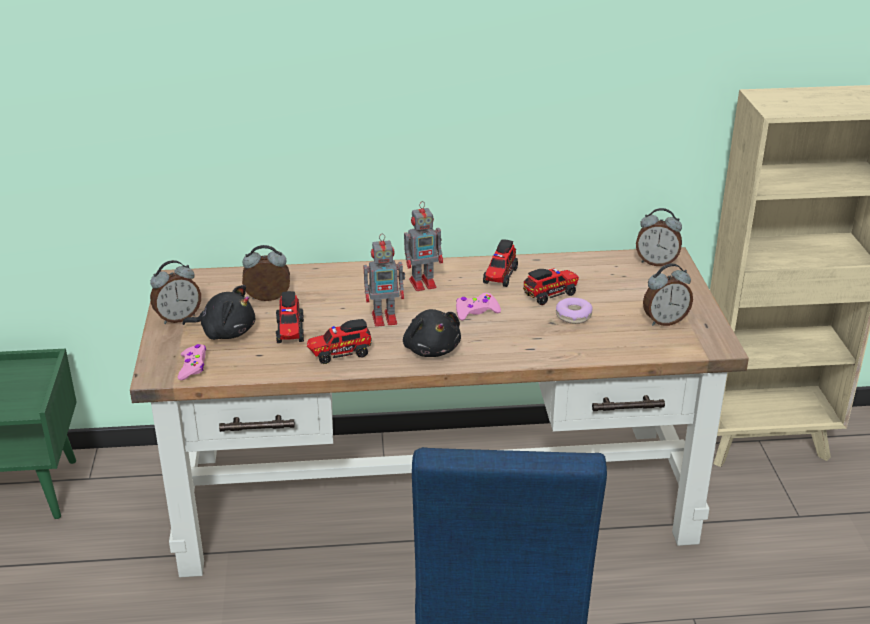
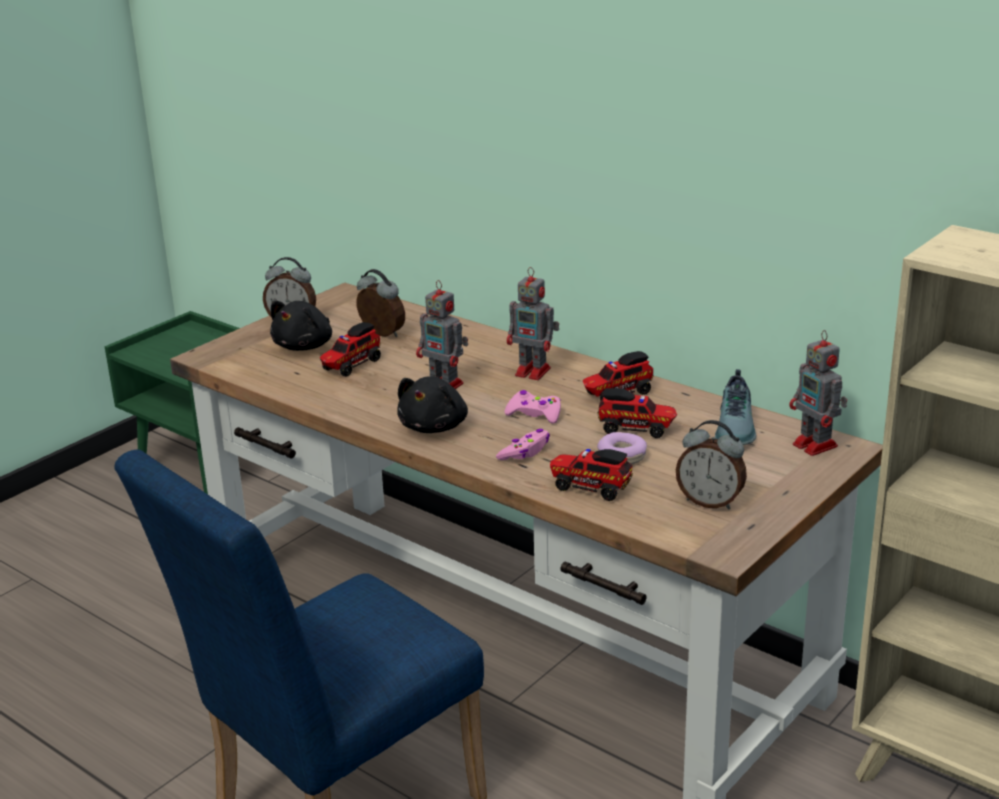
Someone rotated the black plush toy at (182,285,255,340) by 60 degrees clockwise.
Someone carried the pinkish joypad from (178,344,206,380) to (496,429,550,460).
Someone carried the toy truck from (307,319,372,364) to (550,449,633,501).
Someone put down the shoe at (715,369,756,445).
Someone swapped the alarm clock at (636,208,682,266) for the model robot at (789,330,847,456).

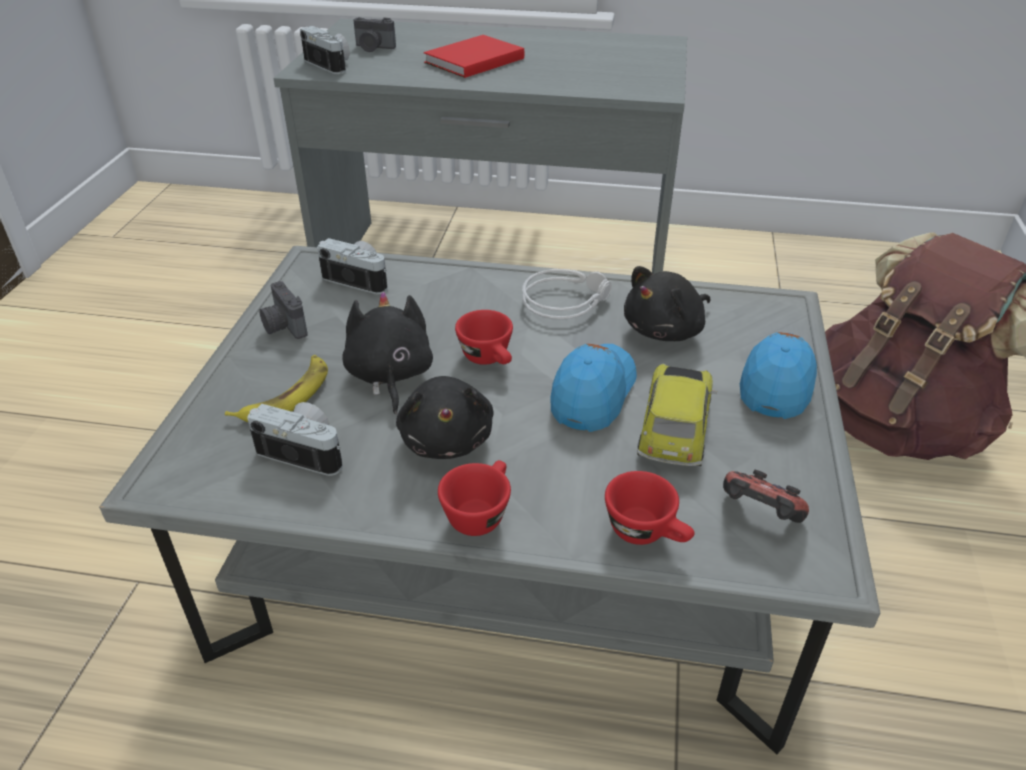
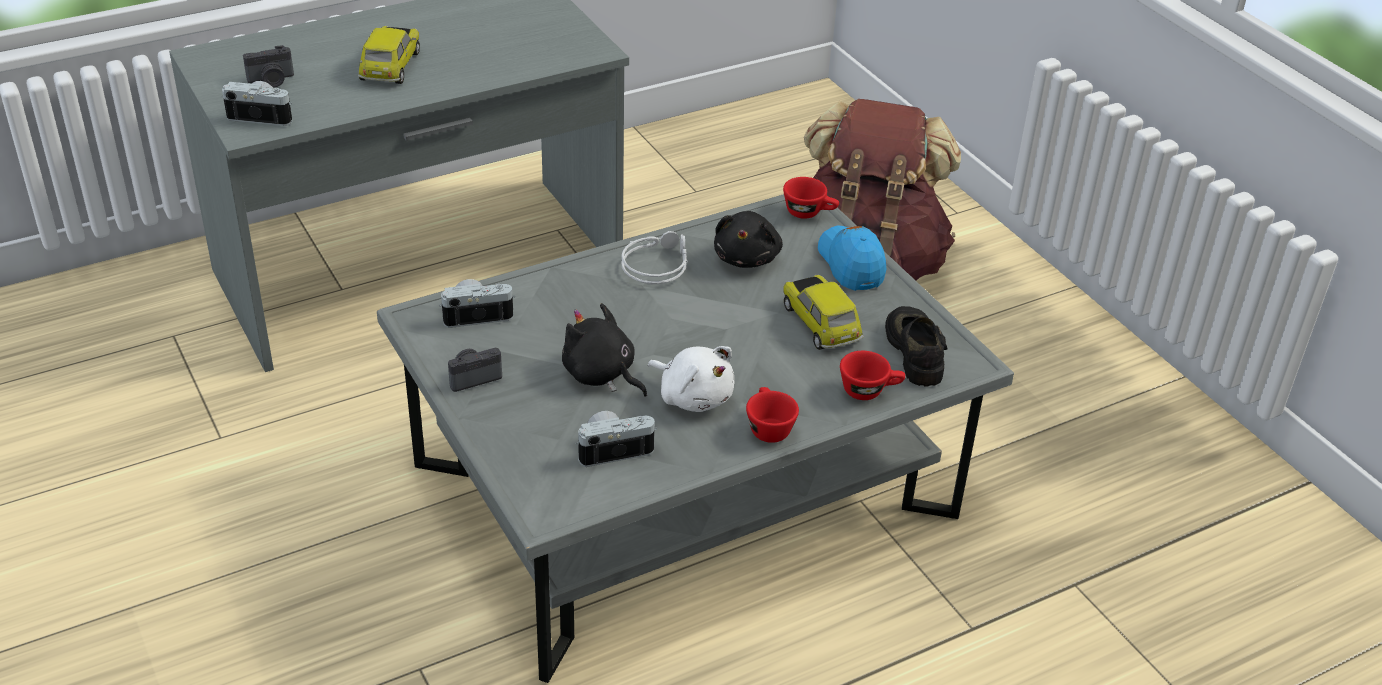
Someone swapped the red book at (424,35,524,78) for the miniature car at (358,26,420,84).
Someone rotated the still camera at (259,281,308,339) by 135 degrees clockwise.
Someone repainted the black plush toy at (396,376,494,459), which became the white plush toy at (648,346,735,412).
Someone carried the red cup from (455,310,513,365) to (783,177,839,219).
Someone swapped the joypad at (723,470,809,523) for the black shoe at (885,306,947,387).
Someone took away the banana at (225,355,328,422).
Someone took away the blue baseball cap at (550,344,637,432).

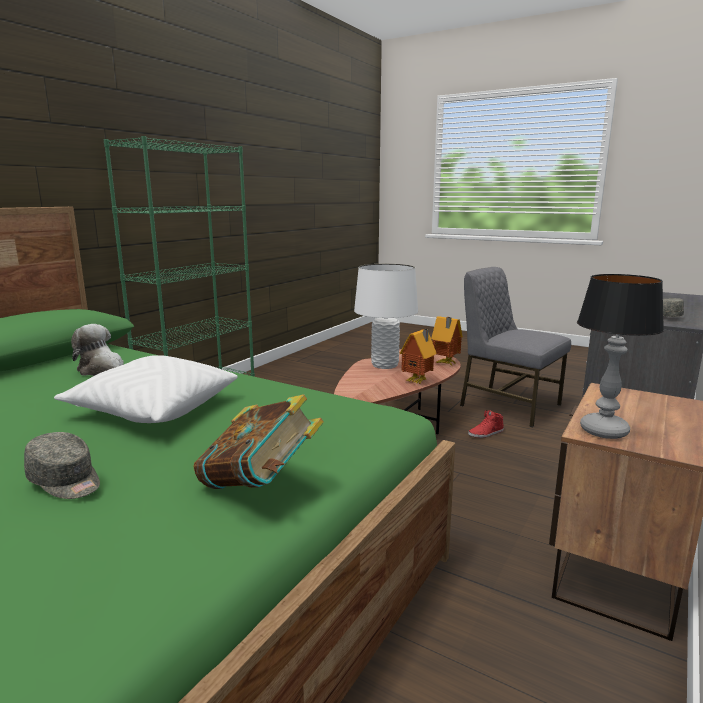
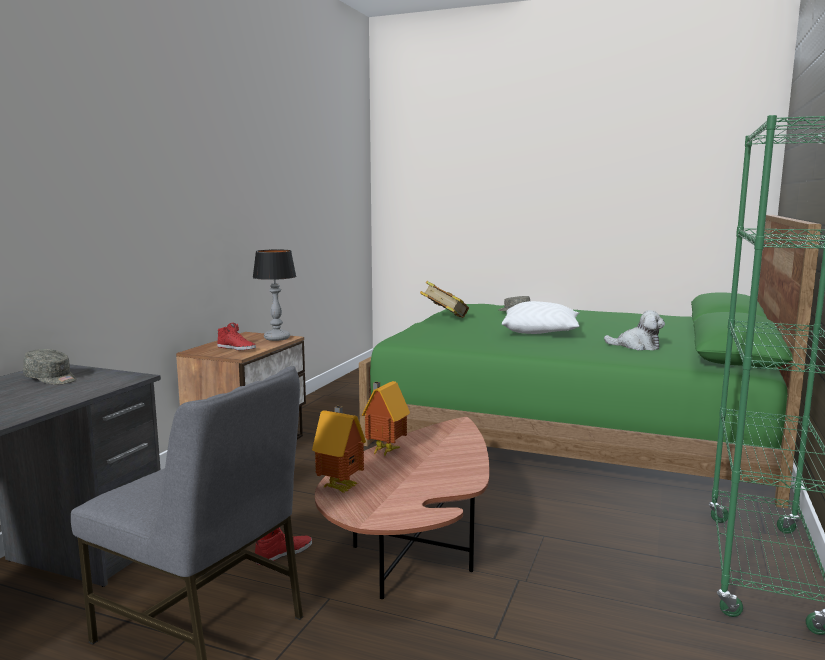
Someone put down the red shoe at (217,323,256,350).
Someone took away the white table lamp at (354,264,418,369).

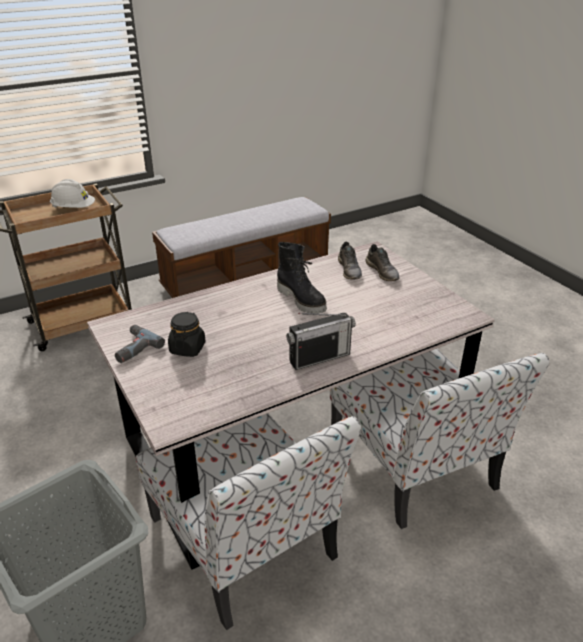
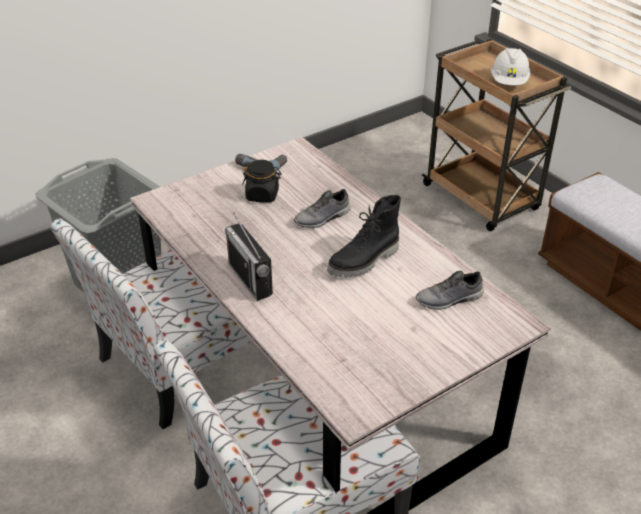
Someone carried the greyish shoe from (366,244,400,281) to (294,189,351,228).

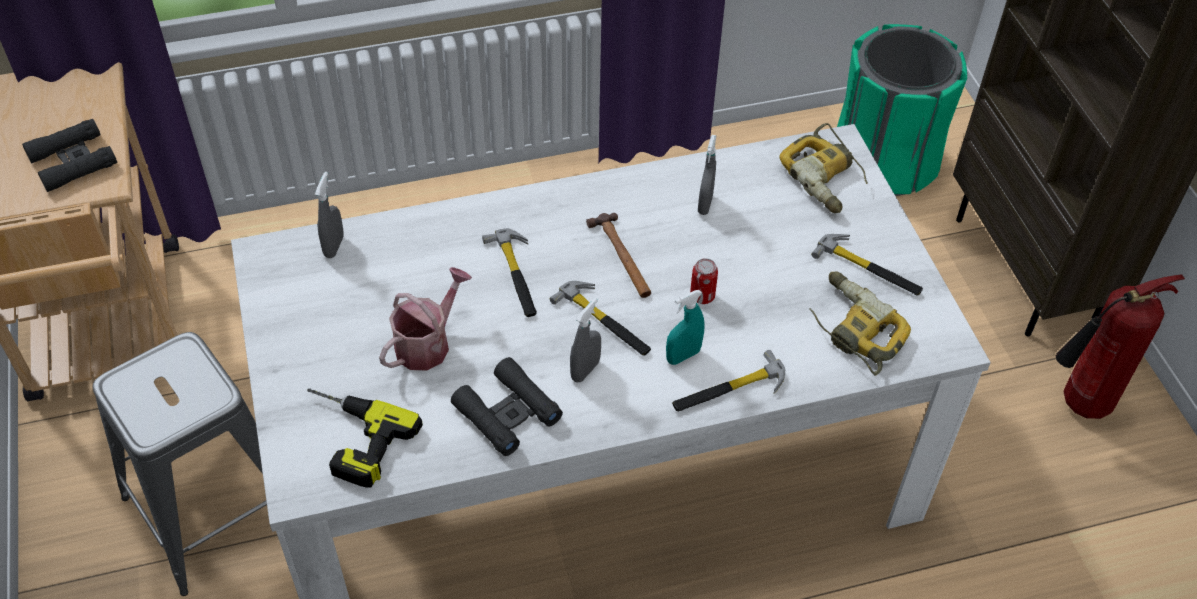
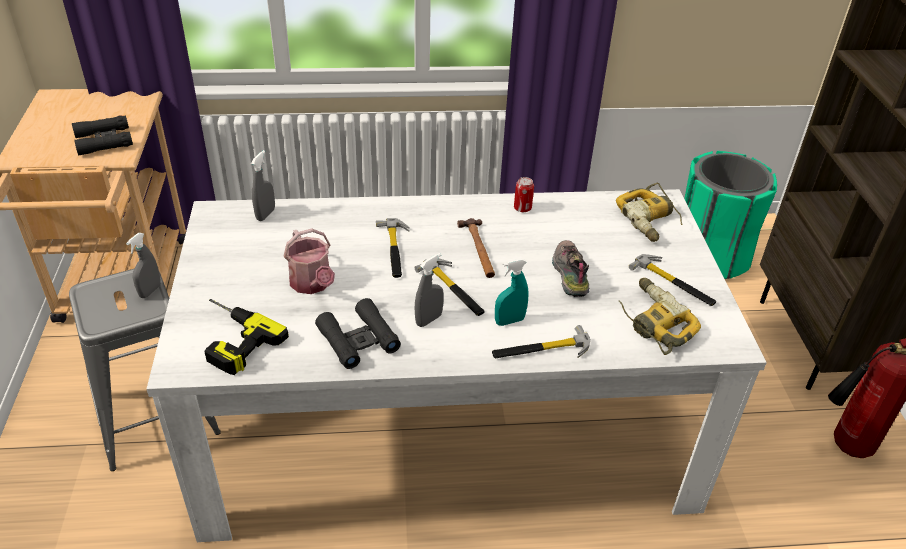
Someone carried the greyish spray bottle from (698,135,717,215) to (126,233,161,298).
Someone rotated the watering pot at (379,267,472,371) by 105 degrees clockwise.
Someone carried the sealed can from (690,258,718,304) to (514,177,534,212).
Someone put down the shoe at (552,240,589,297).

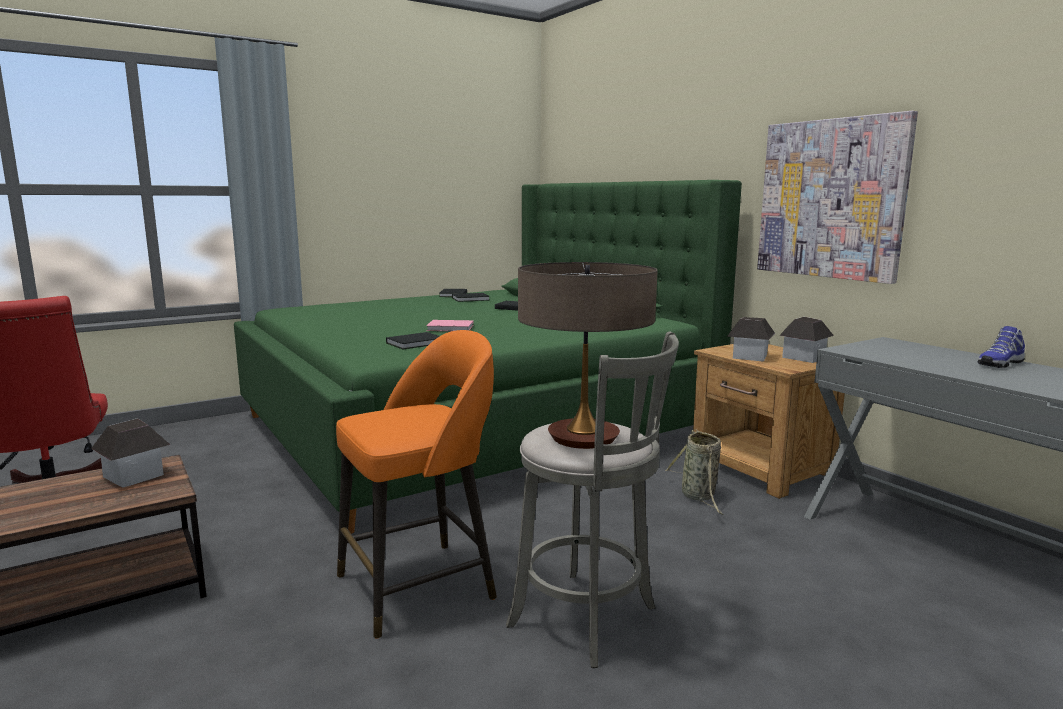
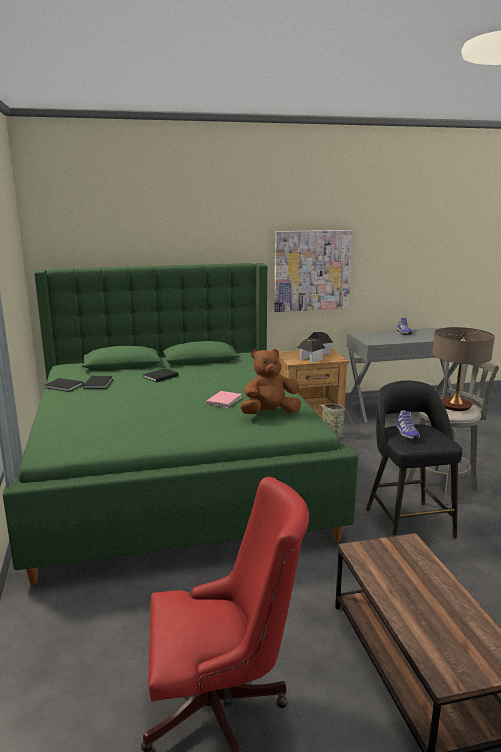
Someone swapped the black book at (386,332,439,349) for the brownish plush toy at (240,349,301,414).
Someone repainted the orange-coloured sitting stool at (336,330,497,639), which became the black sitting stool at (366,380,462,539).
Someone put down the shoe at (396,410,420,440).
Someone took away the miniature house at (91,418,170,488).

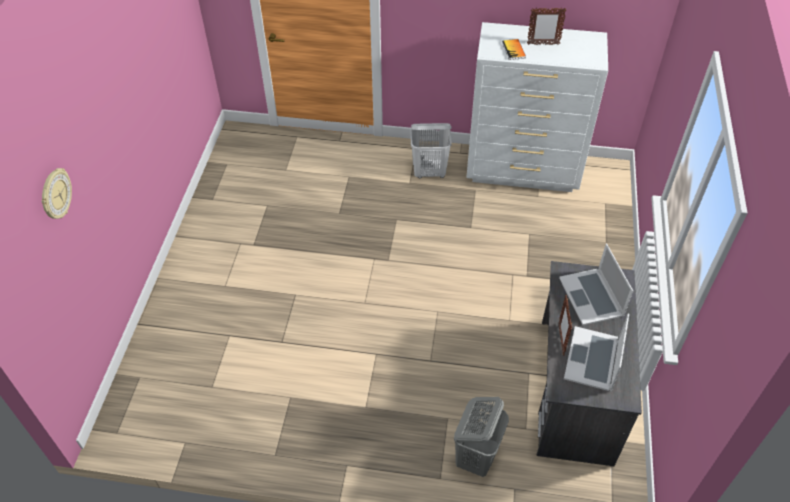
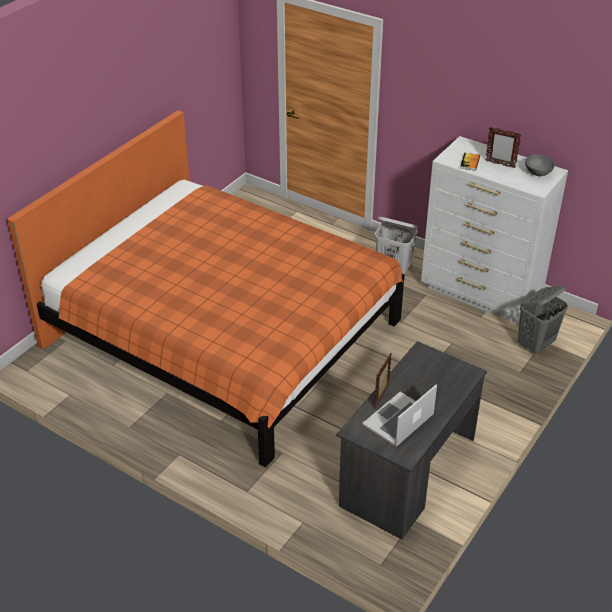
Someone put down the orange-coloured sleeping bed at (7,110,404,467).
Someone carried the greyish laundry basket from (454,397,509,477) to (518,286,568,354).
Someone put down the greyish serving bowl at (525,155,555,176).
Someone took away the hanging clock at (41,168,72,219).
Someone took away the laptop at (559,243,633,325).

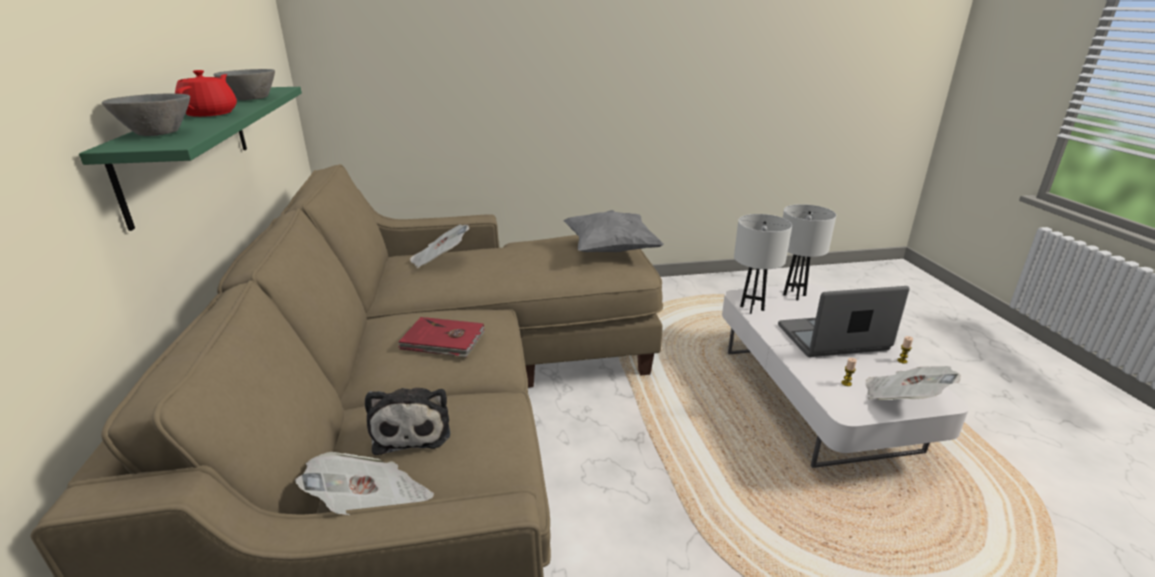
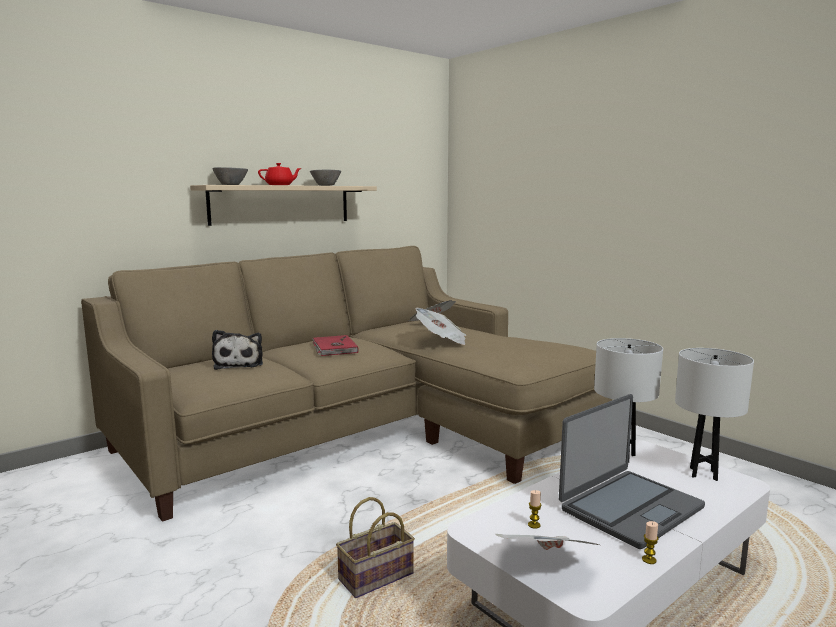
Someone repainted the greenish wall shelf at (79,87,302,231), which became the sand-coloured wall shelf at (190,185,377,226).
Someone rotated the plush toy at (365,388,450,455) by 60 degrees counterclockwise.
Someone put down the storage basket at (336,497,415,598).
Someone carried the daily paper from (295,452,434,515) to (415,308,466,345).
Someone rotated the laptop at (778,286,910,357) by 90 degrees clockwise.
Someone took away the greyish cushion at (563,210,664,252).

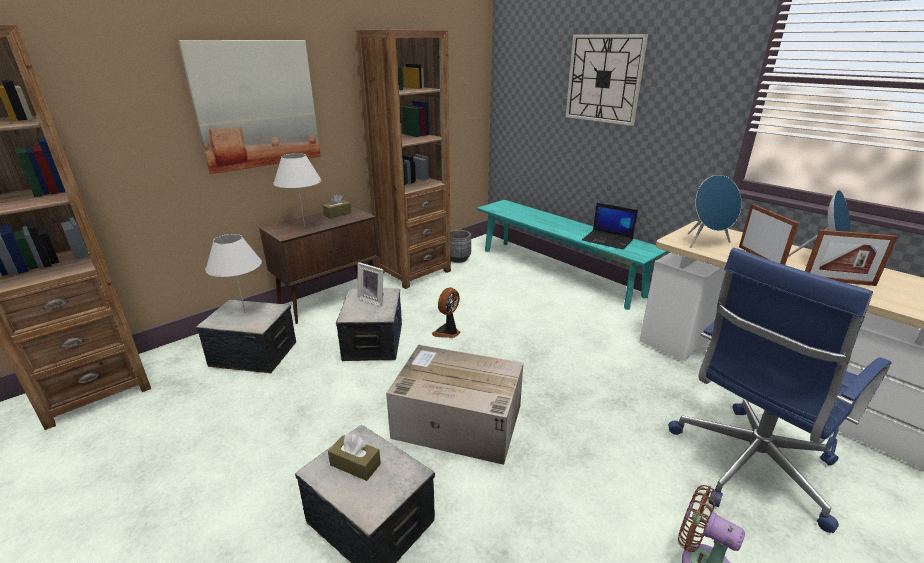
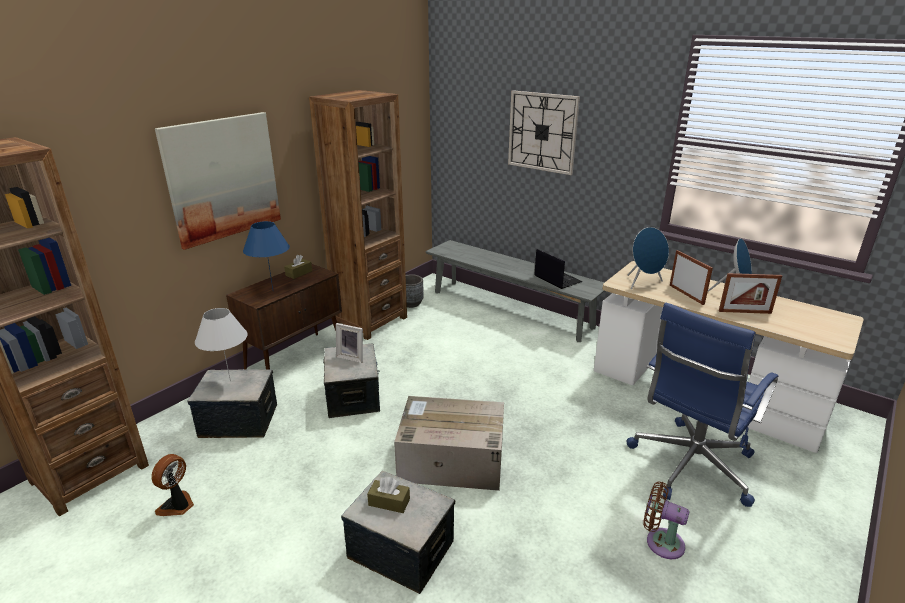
Someone carried the cooling fan from (432,287,461,338) to (151,454,194,516).
Someone repainted the white table lamp at (273,153,322,227), which became the blue table lamp at (243,221,290,289).
Someone repainted the blue-green long seat at (477,200,668,310), which became the greyish long seat at (425,240,605,342).
Someone rotated the laptop at (582,203,638,250) by 150 degrees counterclockwise.

